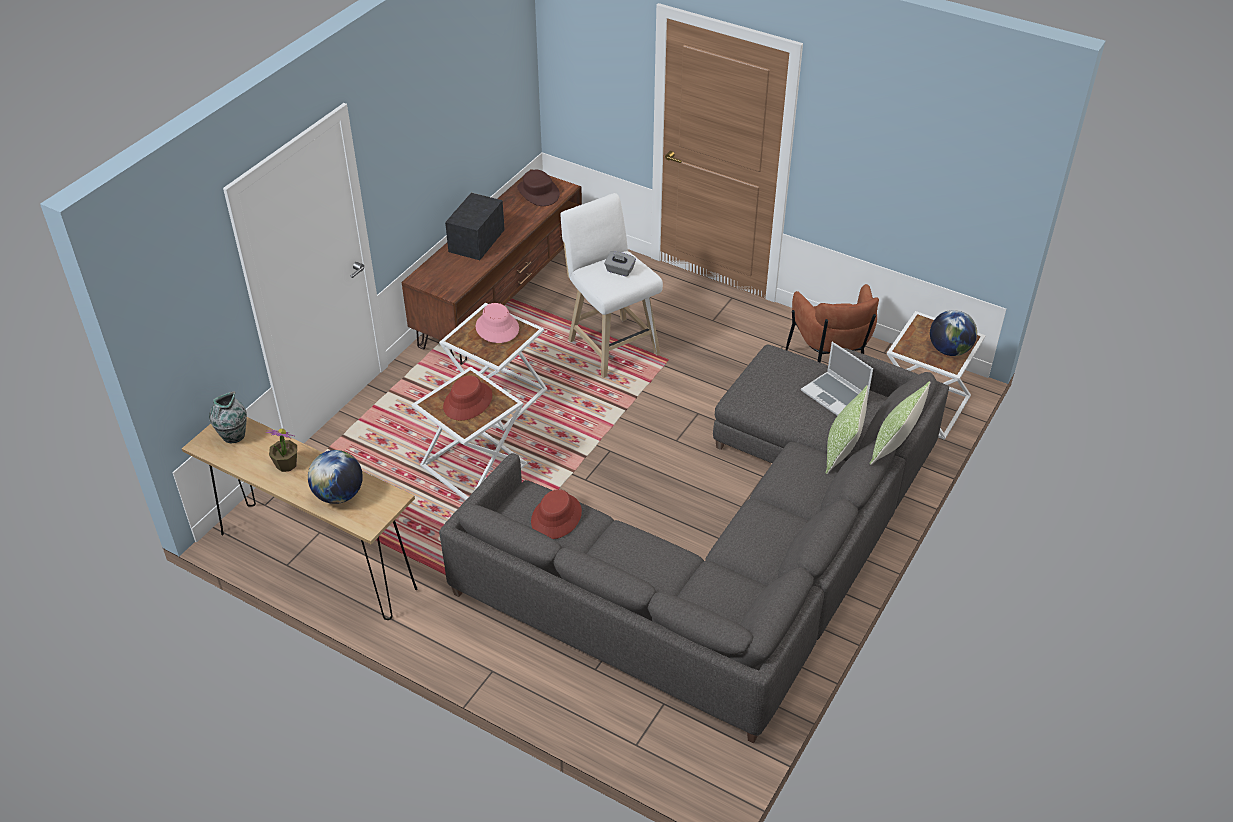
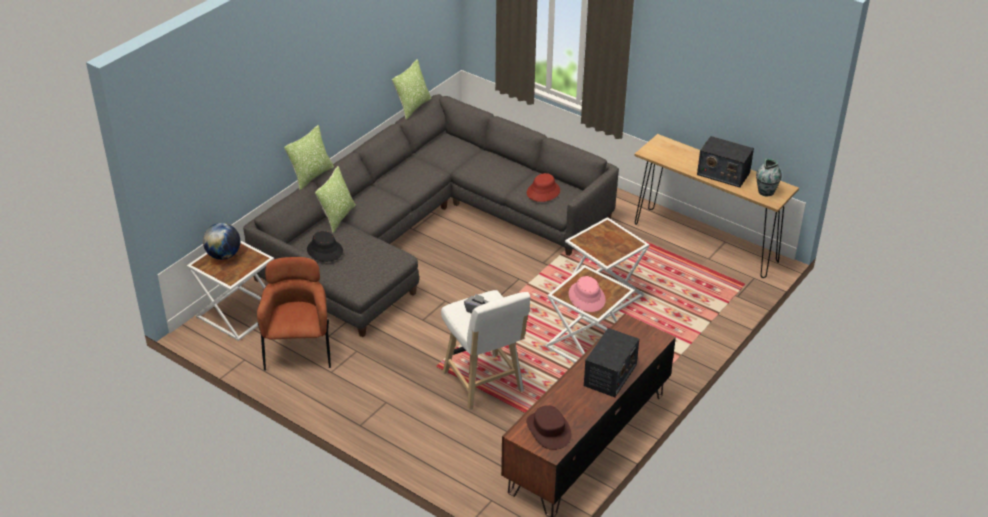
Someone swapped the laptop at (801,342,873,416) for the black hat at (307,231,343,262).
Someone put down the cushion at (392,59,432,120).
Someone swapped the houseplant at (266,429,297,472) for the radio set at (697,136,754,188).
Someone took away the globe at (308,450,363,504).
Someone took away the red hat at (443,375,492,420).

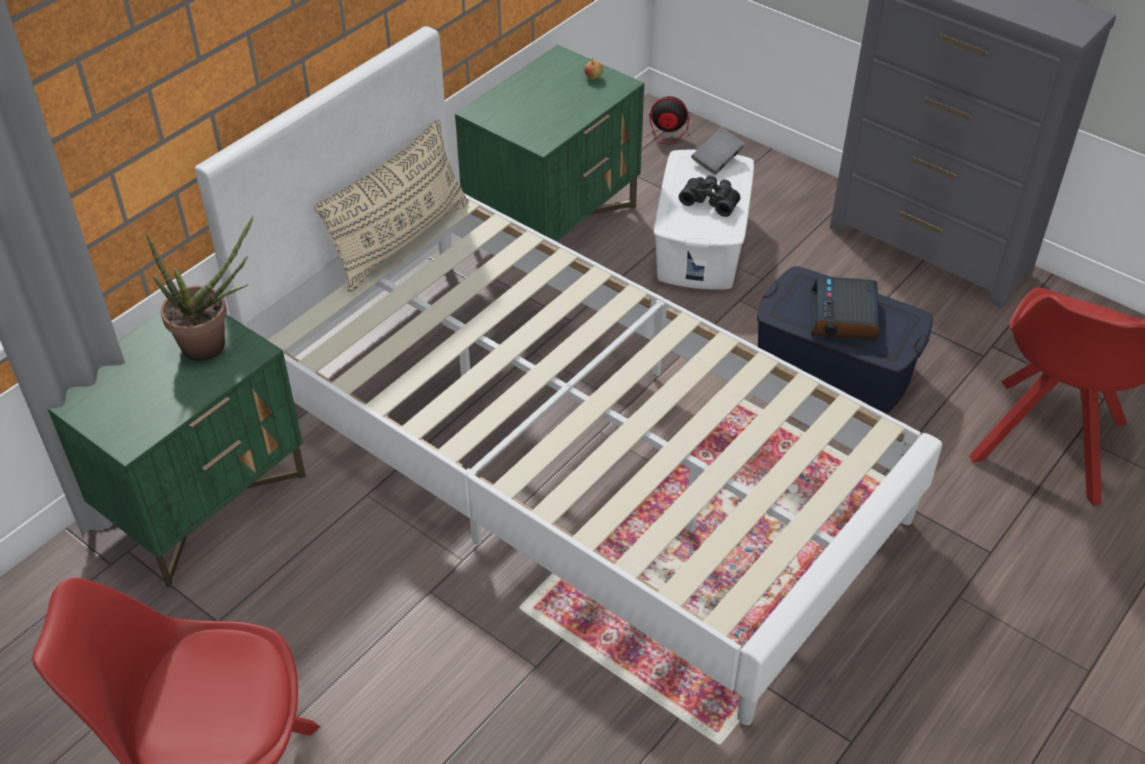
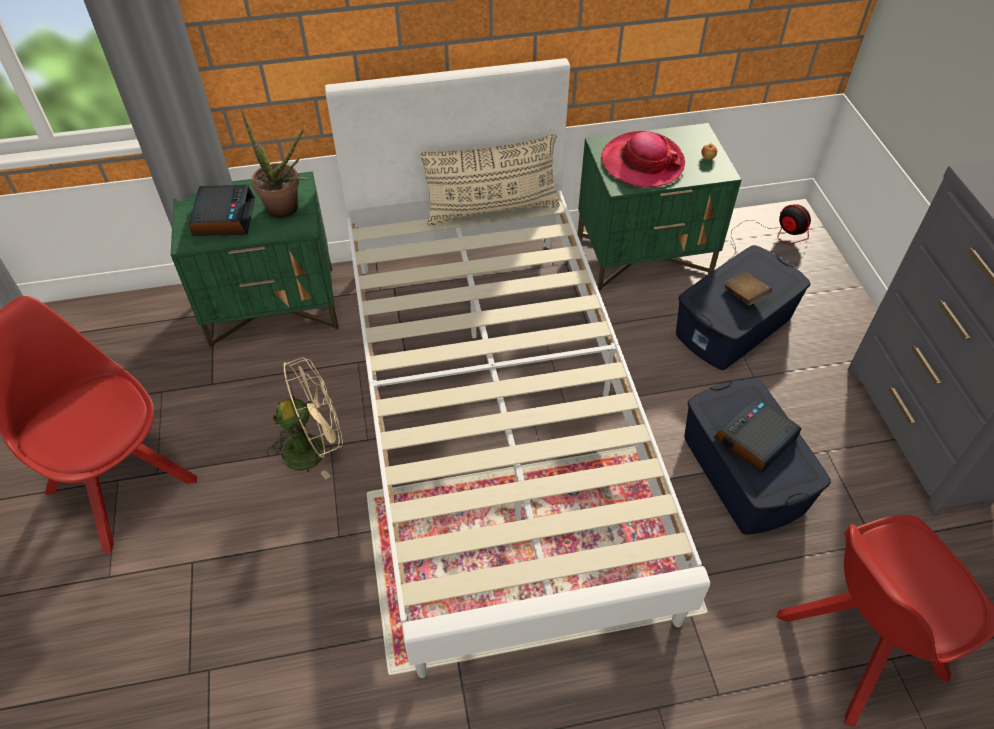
Someone put down the alarm clock at (189,185,255,236).
Someone put down the sand-coloured cooling fan at (267,357,343,479).
Someone put down the hat at (602,131,685,188).
Someone repainted the white storage container at (654,150,754,290), which became the blue storage container at (676,245,810,370).
Someone swapped the black pair of binoculars at (679,175,741,217) for the brownish book at (724,272,772,306).
Someone took away the greyish book at (691,127,745,175).

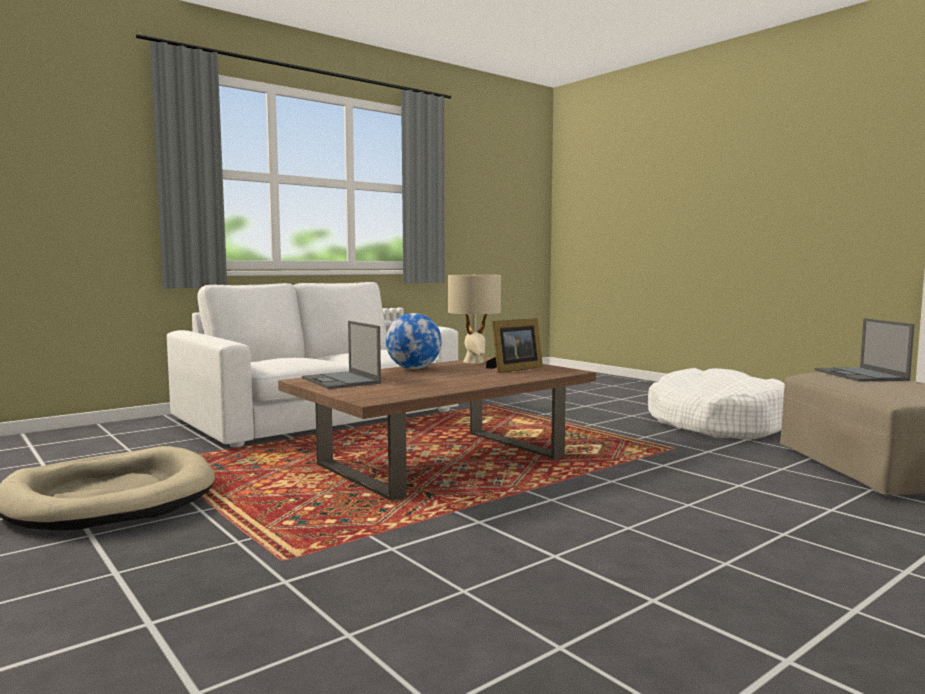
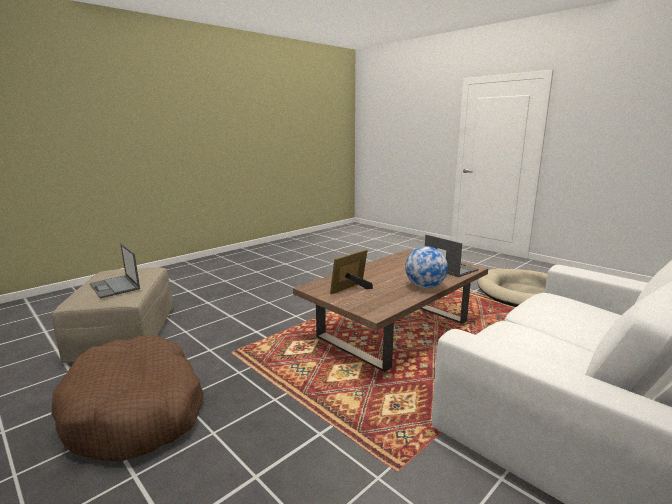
Someone repainted the white pet bed at (648,368,785,440), which became the brownish pet bed at (51,335,204,462).
Someone rotated the laptop at (815,318,915,382) by 150 degrees clockwise.
Someone took away the sand-coloured table lamp at (448,274,501,364).

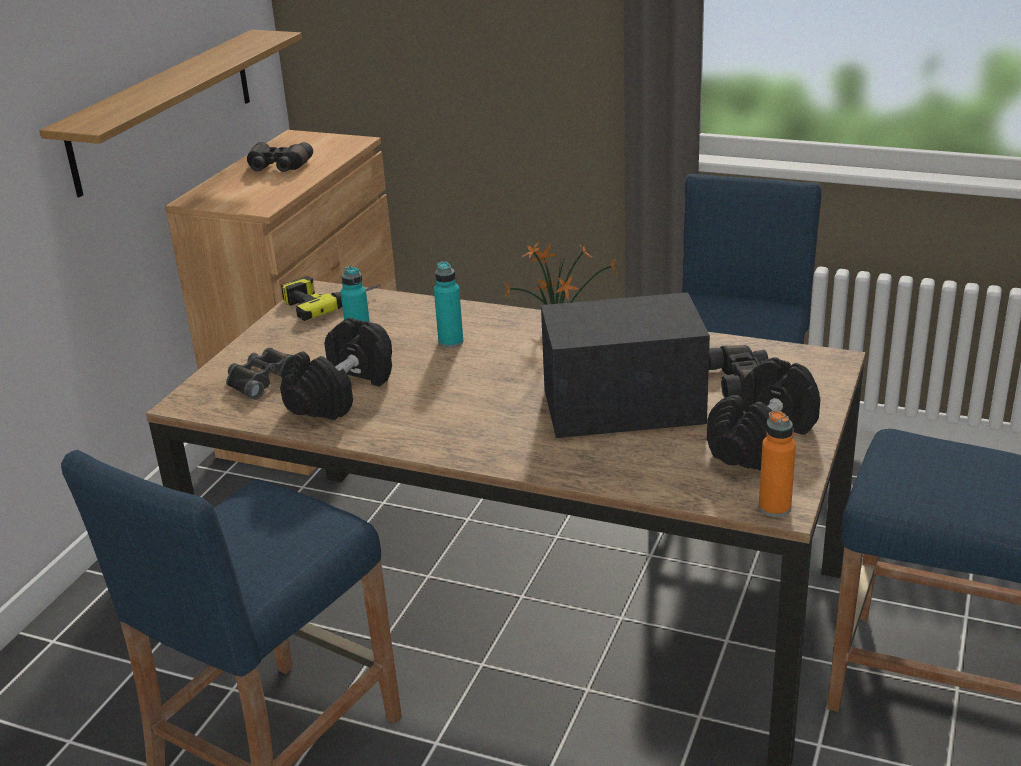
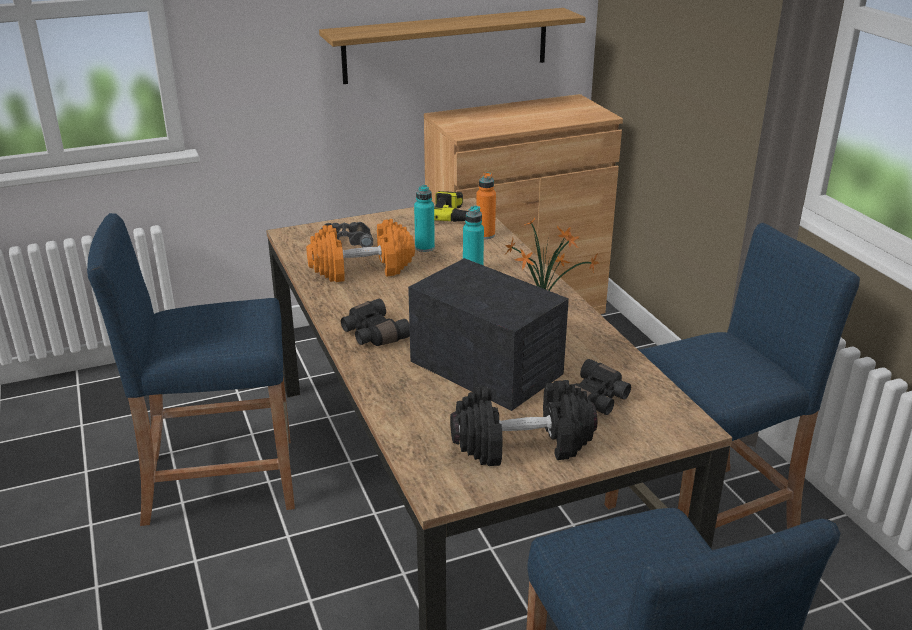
Someone repainted the black hand weight at (280,317,392,420), which became the orange-coloured hand weight at (306,219,415,282).
Someone carried the black pair of binoculars from (247,142,313,172) to (341,299,410,346).
Someone carried the orange-coloured bottle from (759,410,796,517) to (476,172,496,239).

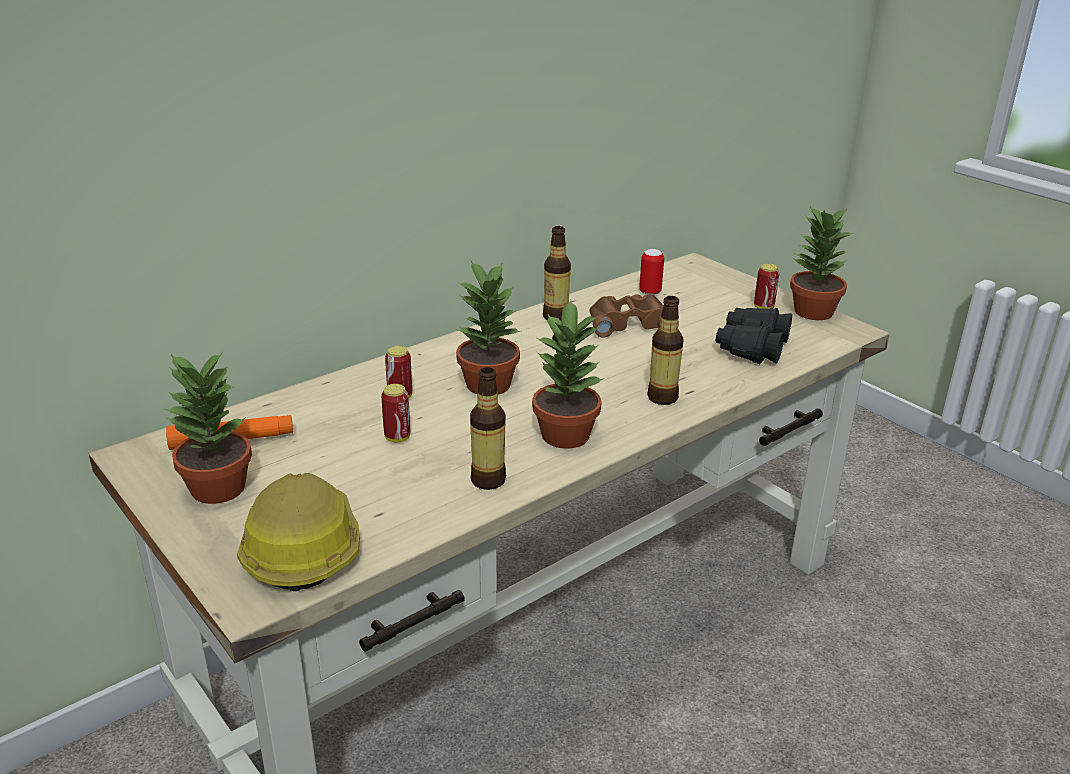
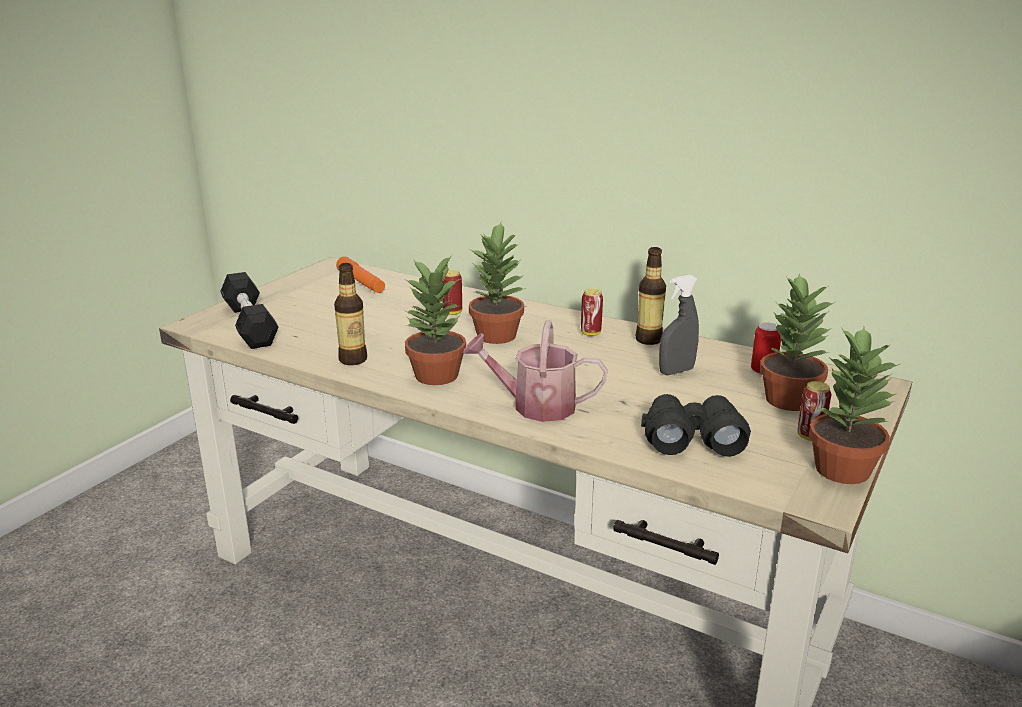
Someone swapped the safety helmet at (237,473,360,591) for the black hand weight at (220,272,279,349).
Someone swapped the bottle at (647,296,683,405) for the watering pot at (463,320,608,422).
Someone carried the sealed can from (381,384,410,442) to (581,288,603,336).
Someone swapped the brownish pair of binoculars at (589,294,679,338) for the greyish spray bottle at (659,275,699,375).
Someone carried the houseplant from (165,353,252,504) to (760,273,835,411).

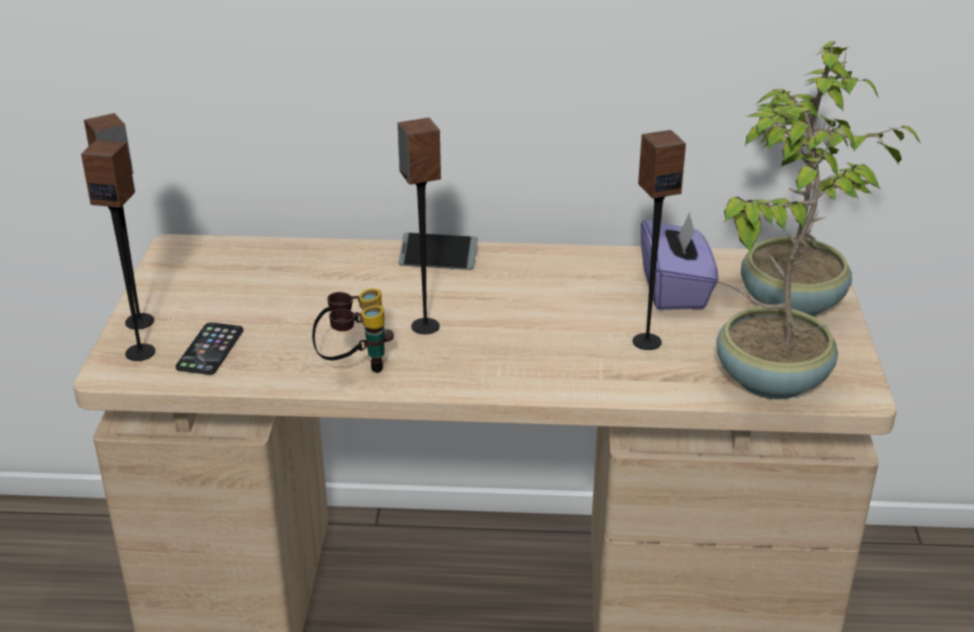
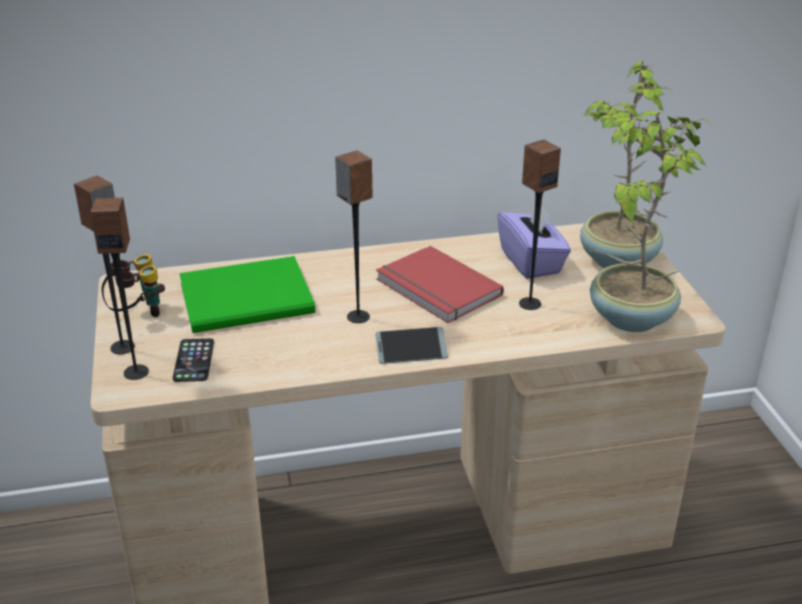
Someone carried the pair of binoculars from (312,289,394,373) to (102,254,165,317).
Someone put down the greenish book at (179,256,315,333).
Someone carried the telephone from (398,233,478,270) to (375,327,448,364).
Someone put down the red book at (376,246,504,323).

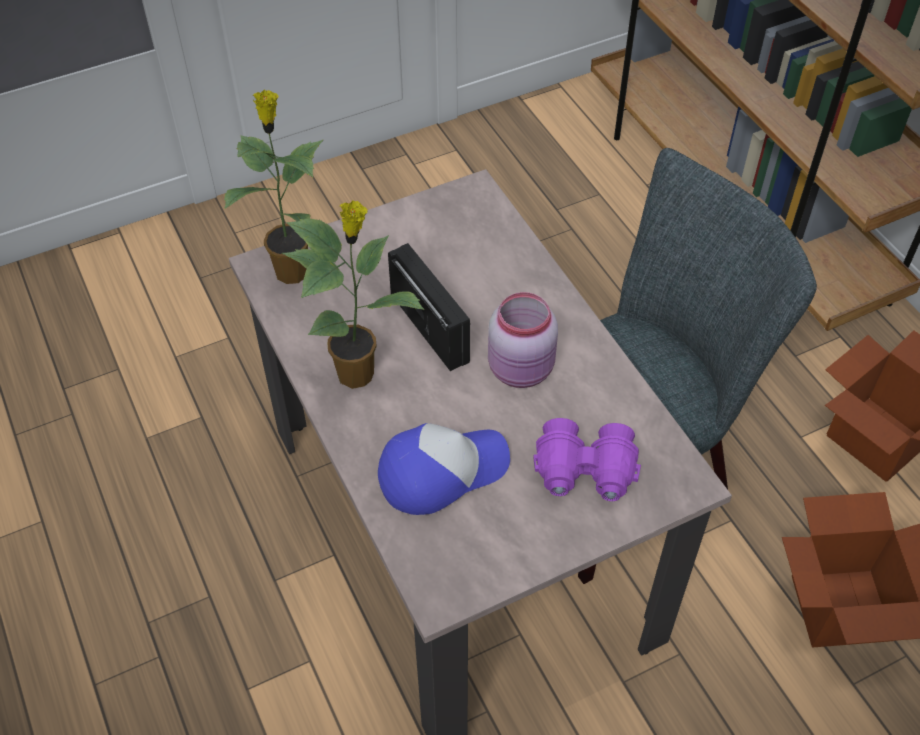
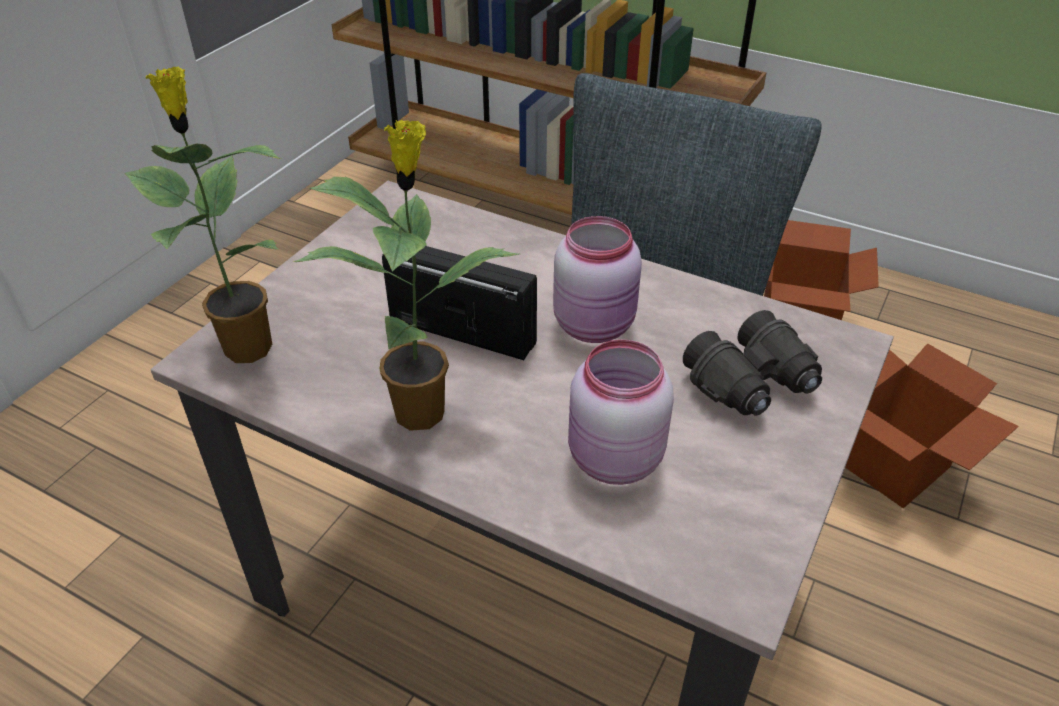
Someone swapped the baseball cap at (378,423,510,515) for the pinkish jar at (568,339,674,485).
Someone repainted the purple pair of binoculars at (533,418,641,501), which became the black pair of binoculars at (683,310,822,415).

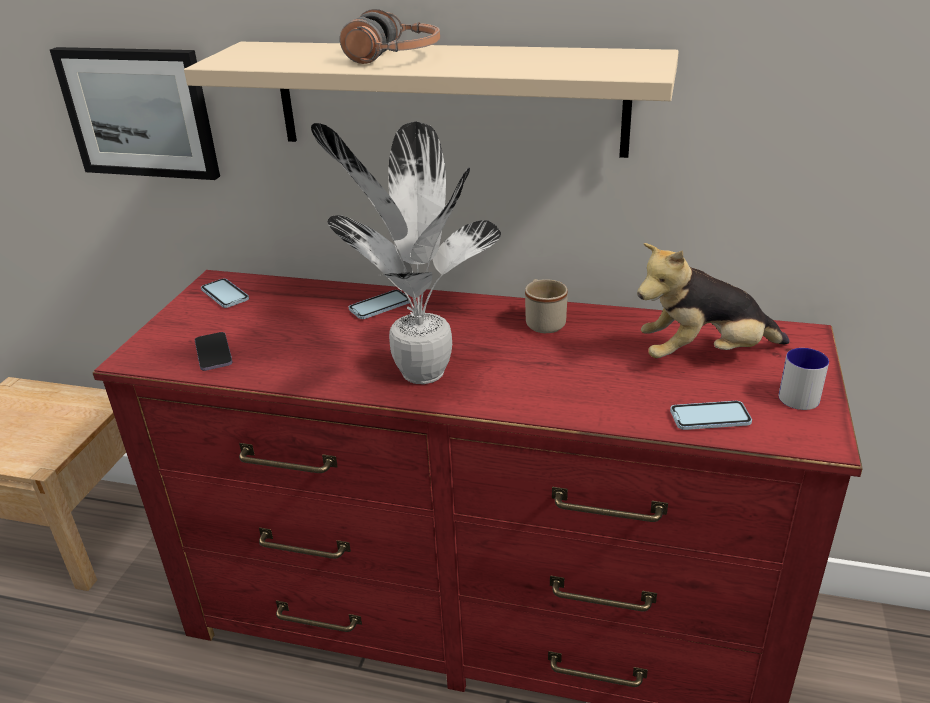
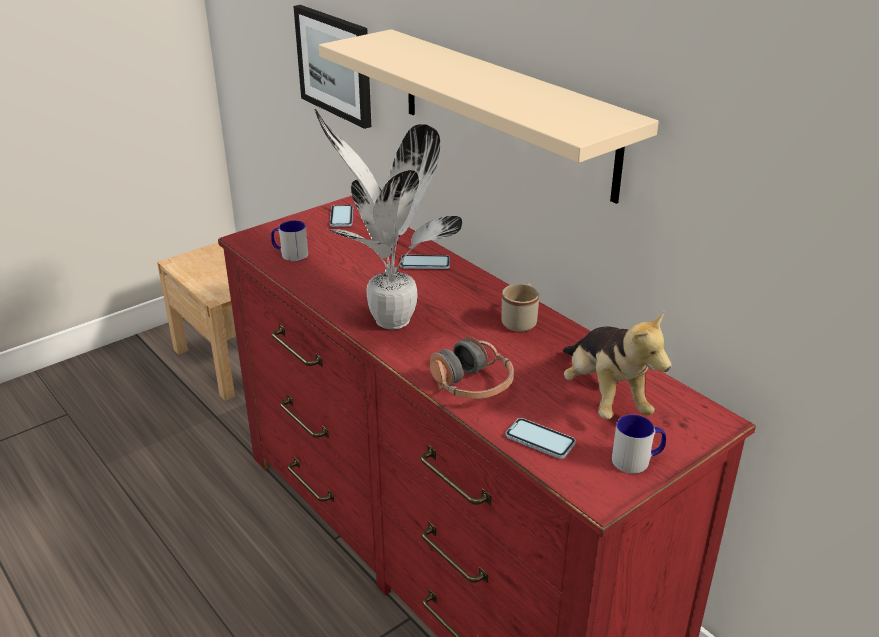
Someone swapped the telephone at (195,332,233,371) for the mug at (271,221,308,261).
Someone carried the headphones from (340,9,440,64) to (430,337,514,399).
Someone rotated the plush toy at (637,243,790,358) by 135 degrees counterclockwise.

